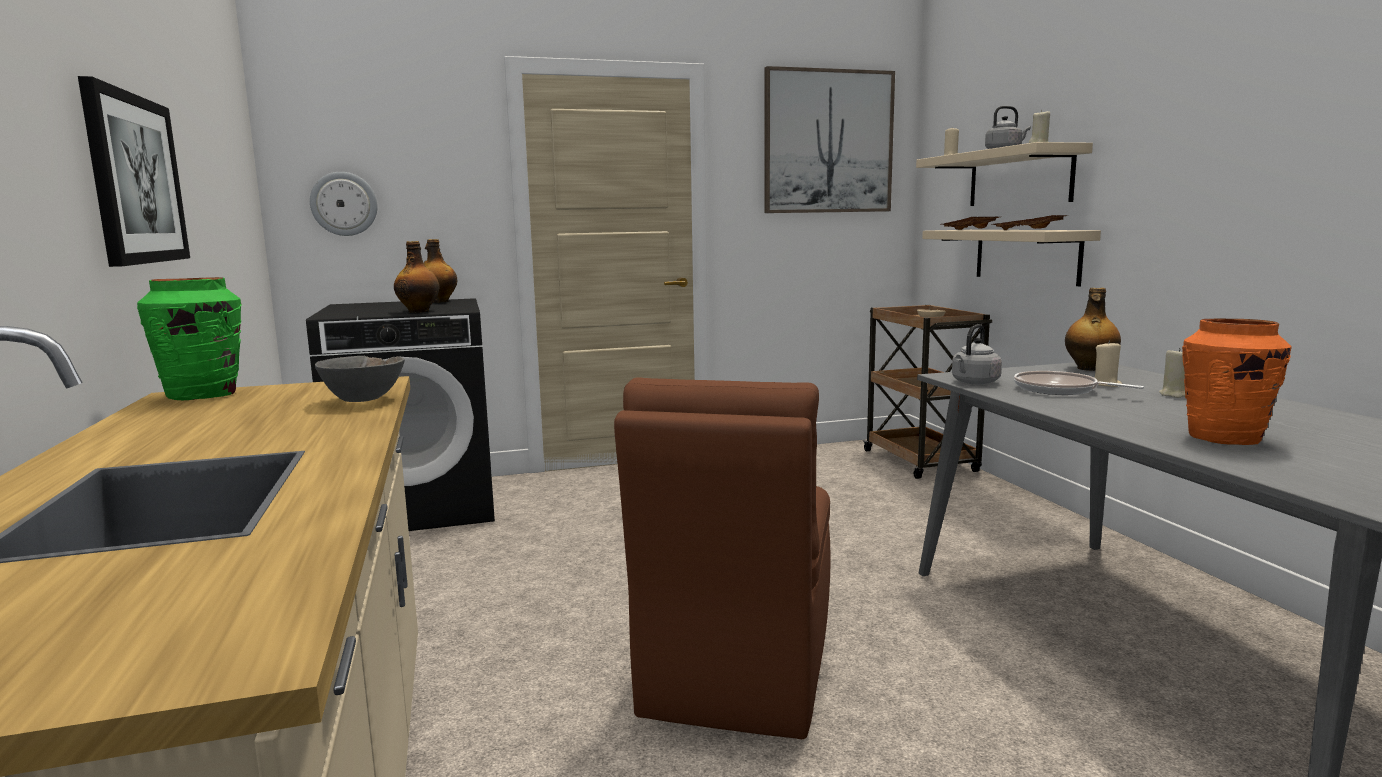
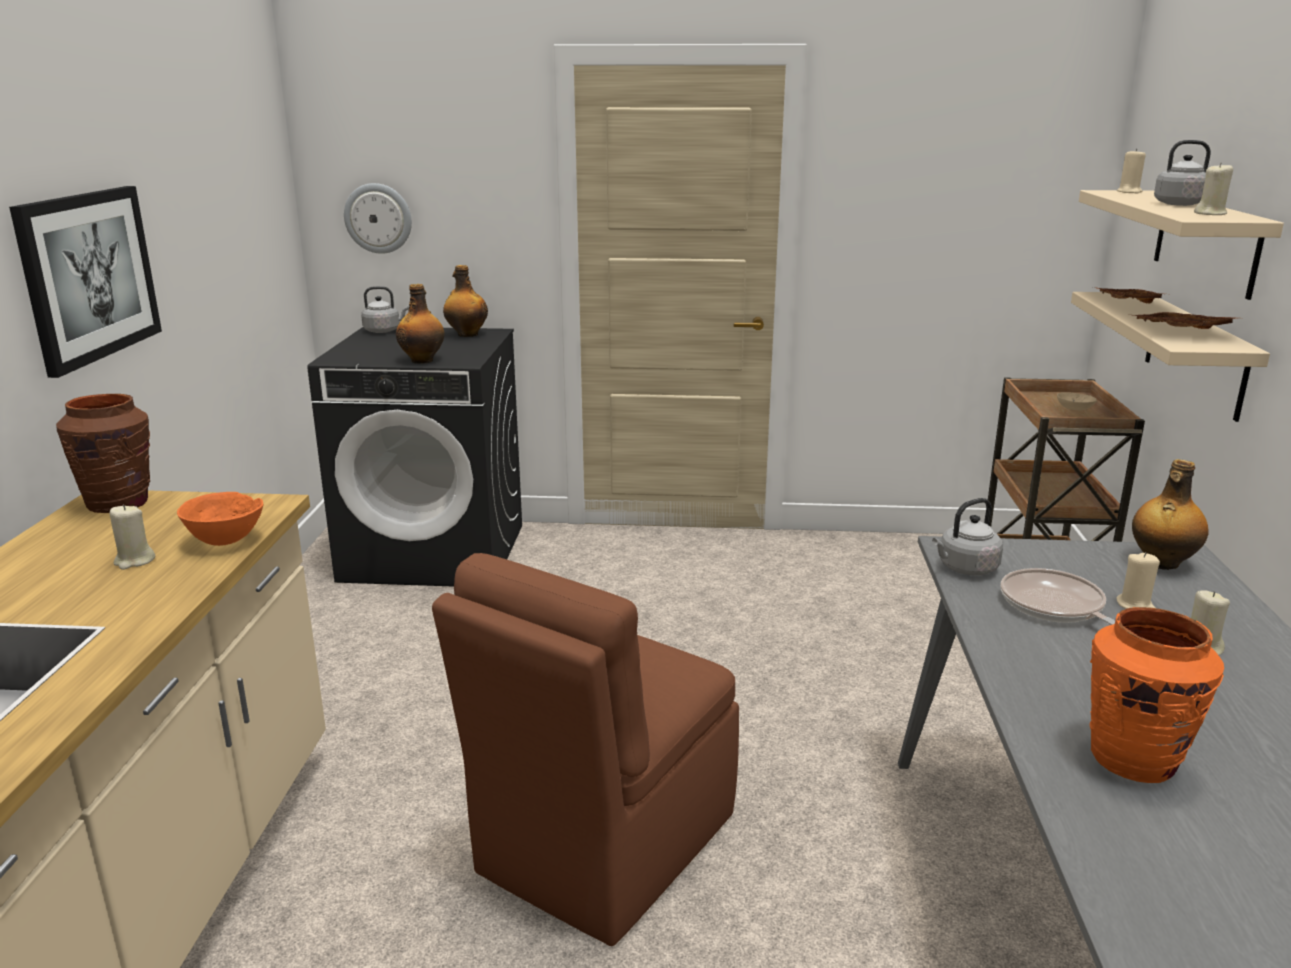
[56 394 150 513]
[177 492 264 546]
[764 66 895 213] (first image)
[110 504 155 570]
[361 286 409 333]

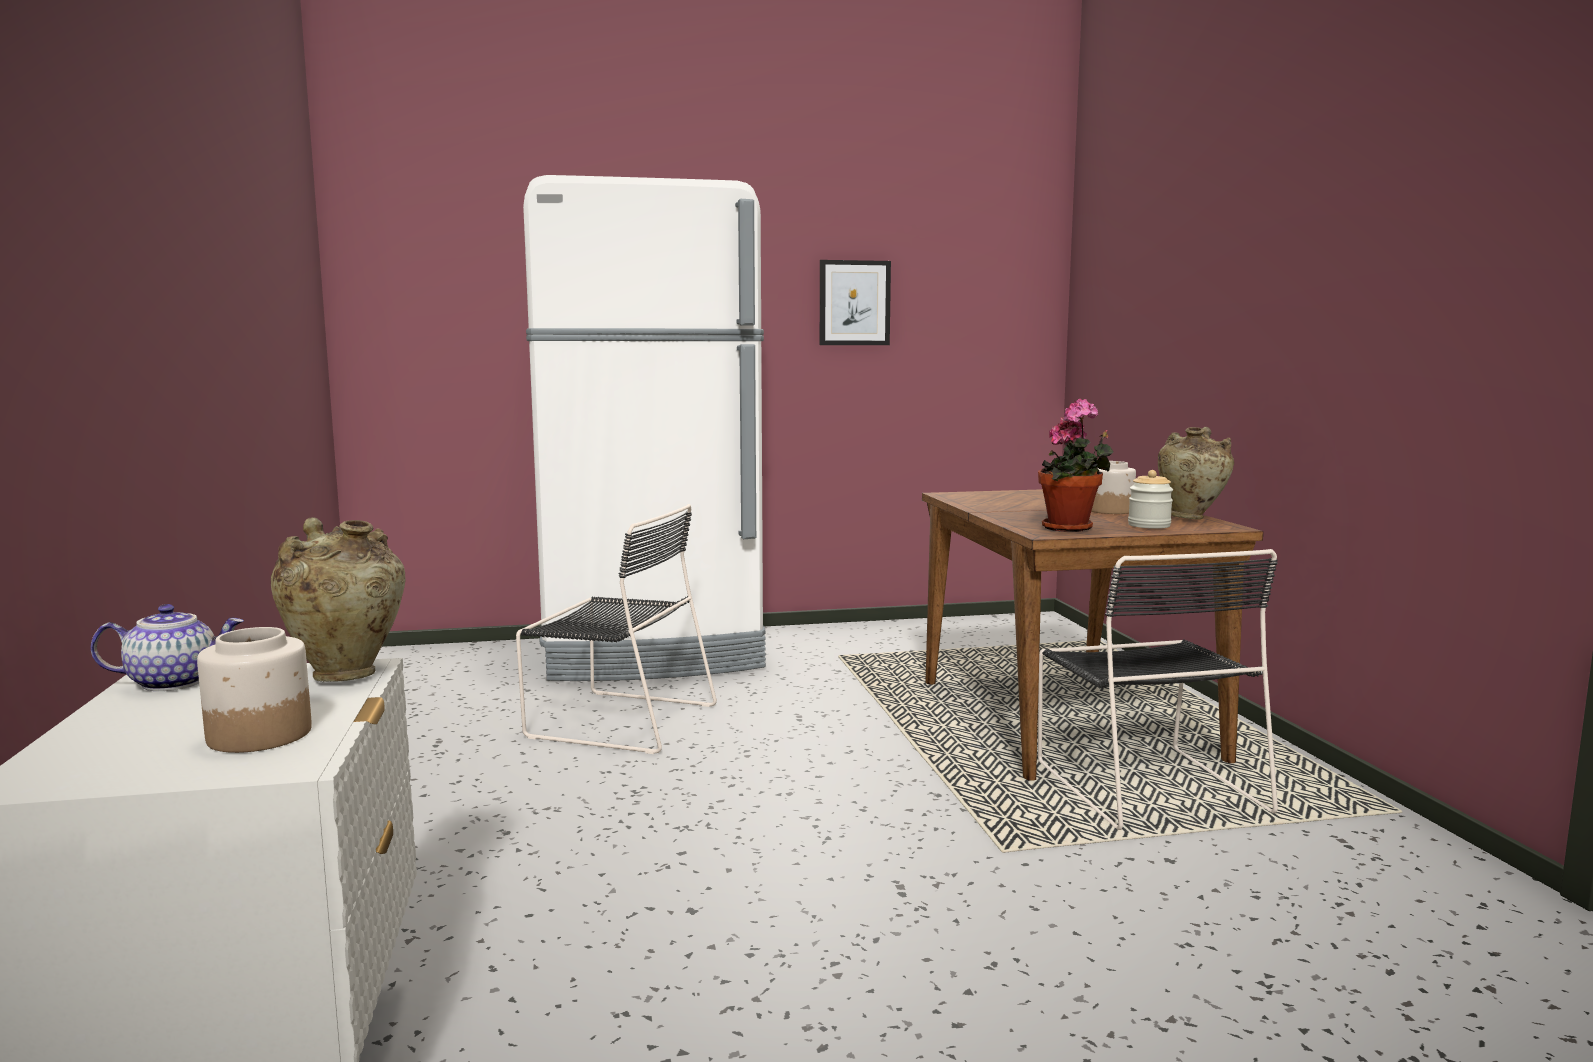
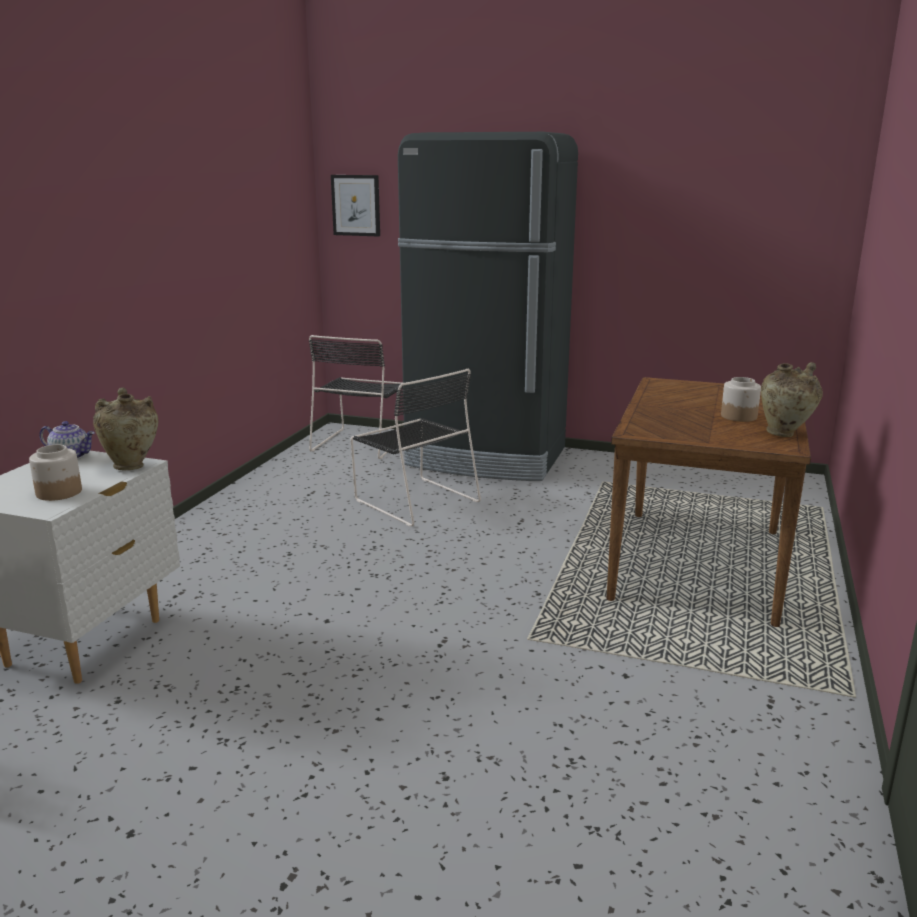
[398 132 578 481]
[331 175 380 237]
[1038 399 1113 532] (first image)
[309 335 403 459]
[1128 470 1173 529] (first image)

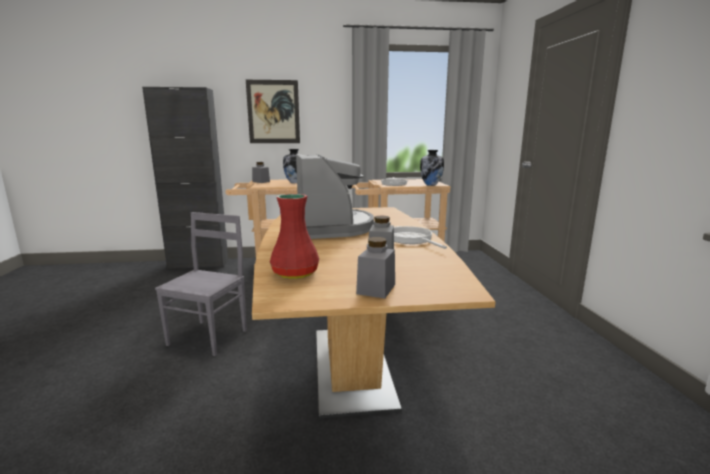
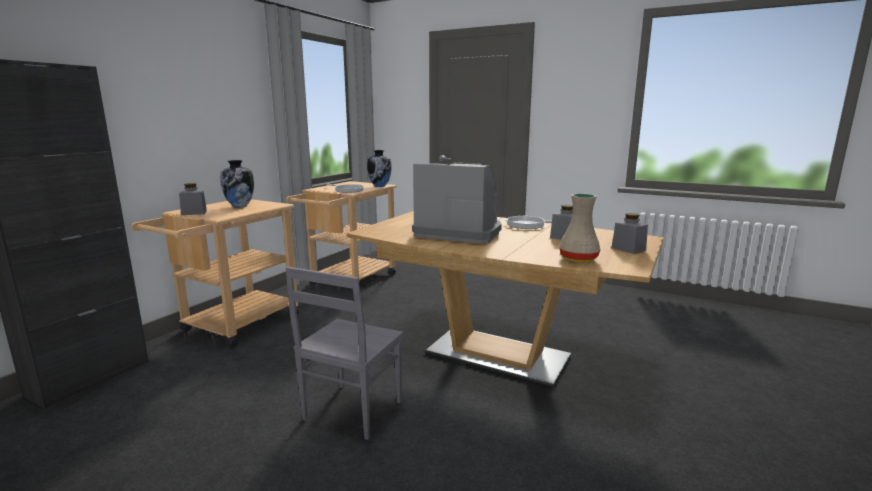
[285 267 403 440]
[246 80 300 143] (first image)
[559 193 600 262]

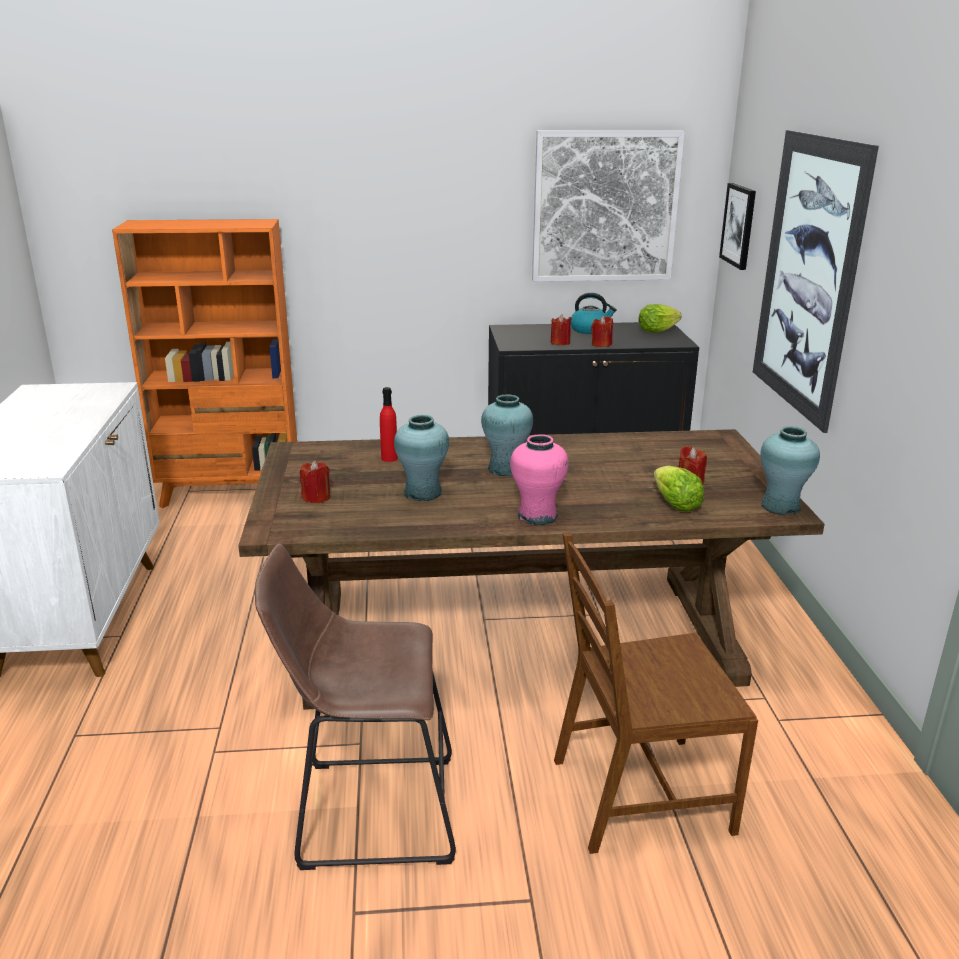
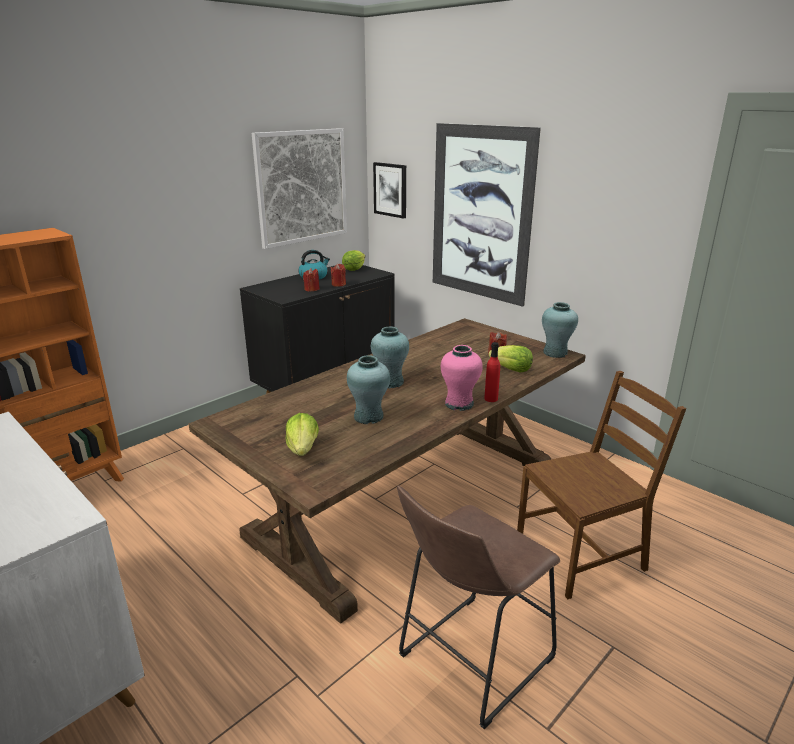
[286 413 319 456]
[484 342 500 402]
[517 371 686 599]

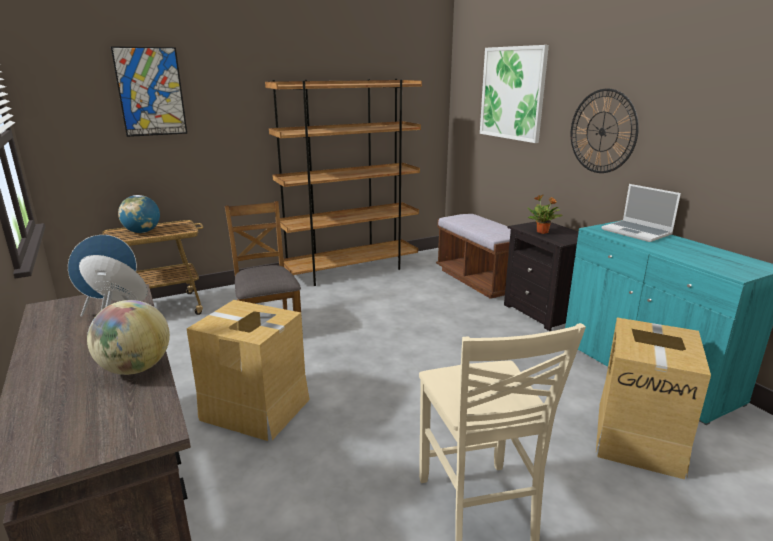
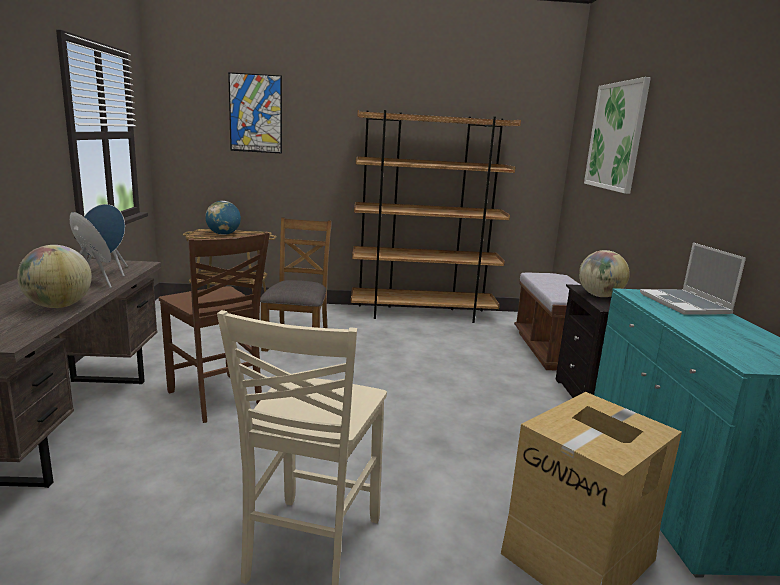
[159 232 270 423]
[579 250 630 297]
[571 89 639 173] (first image)

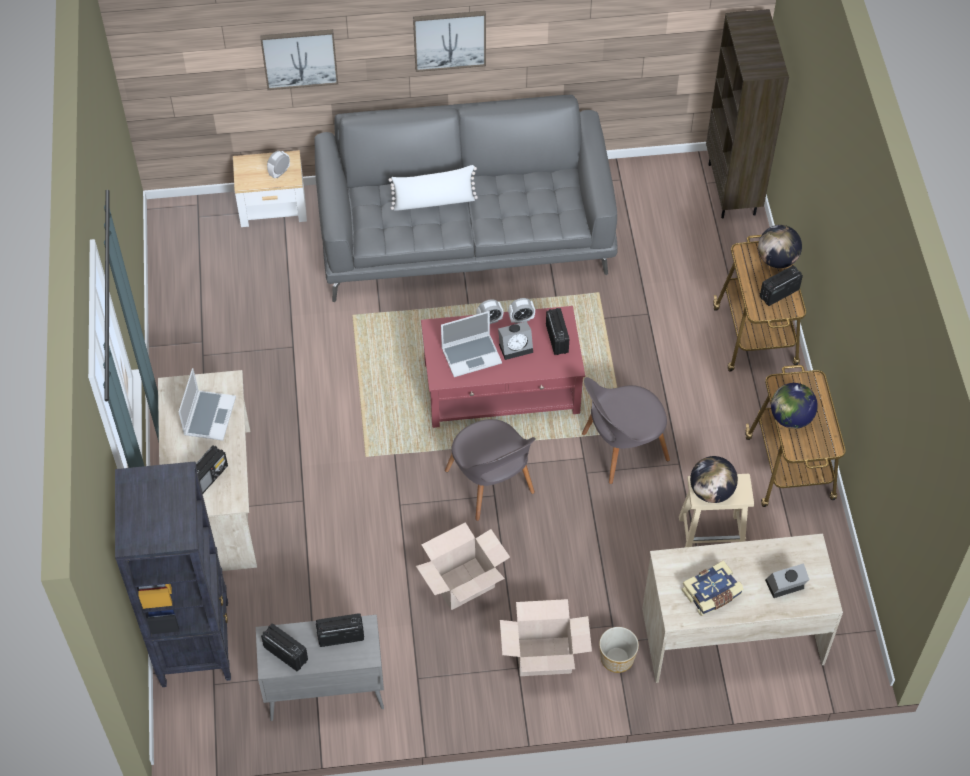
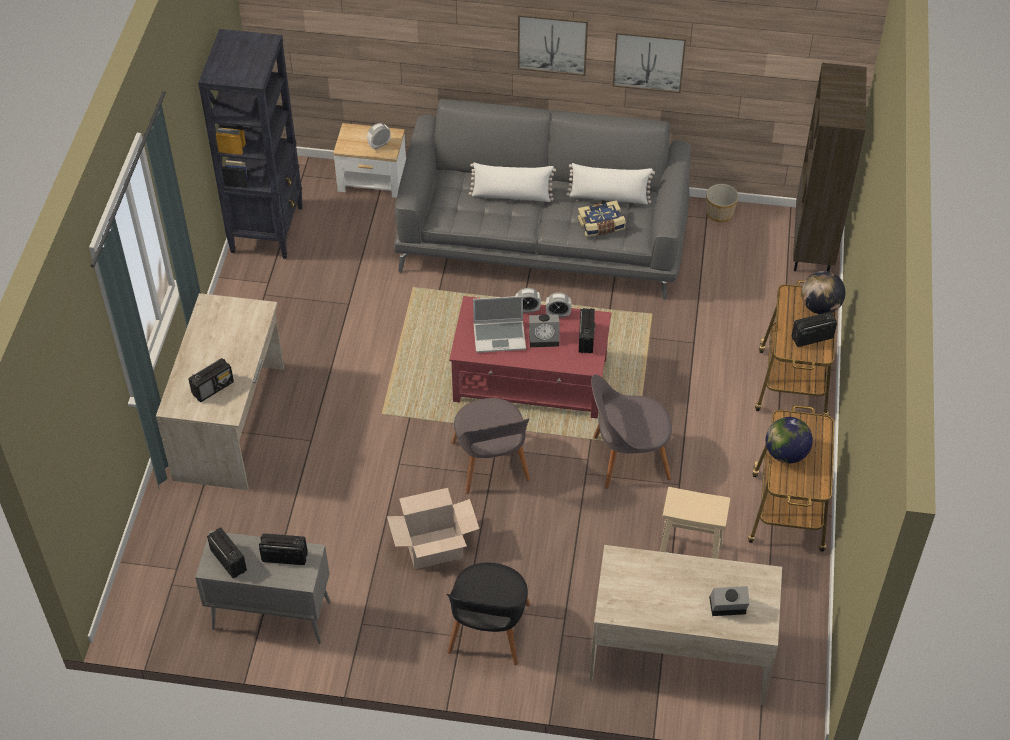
[198 29 303 259]
[179 368 236 441] (first image)
[613 30 686 93]
[447 563 530 665]
[706 184 739 222]
[578 200 626 237]
[690 456 738 503] (first image)
[566 163 655 205]

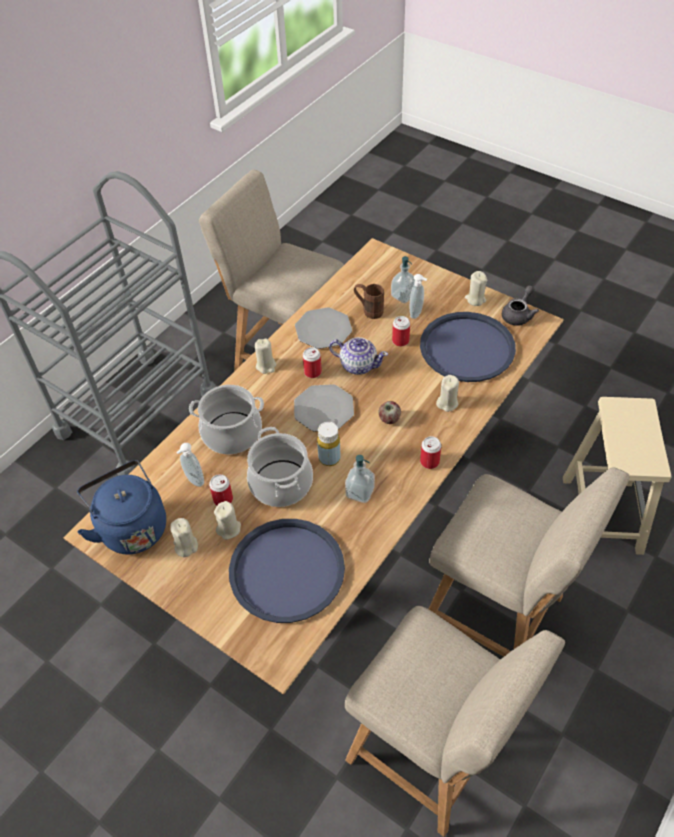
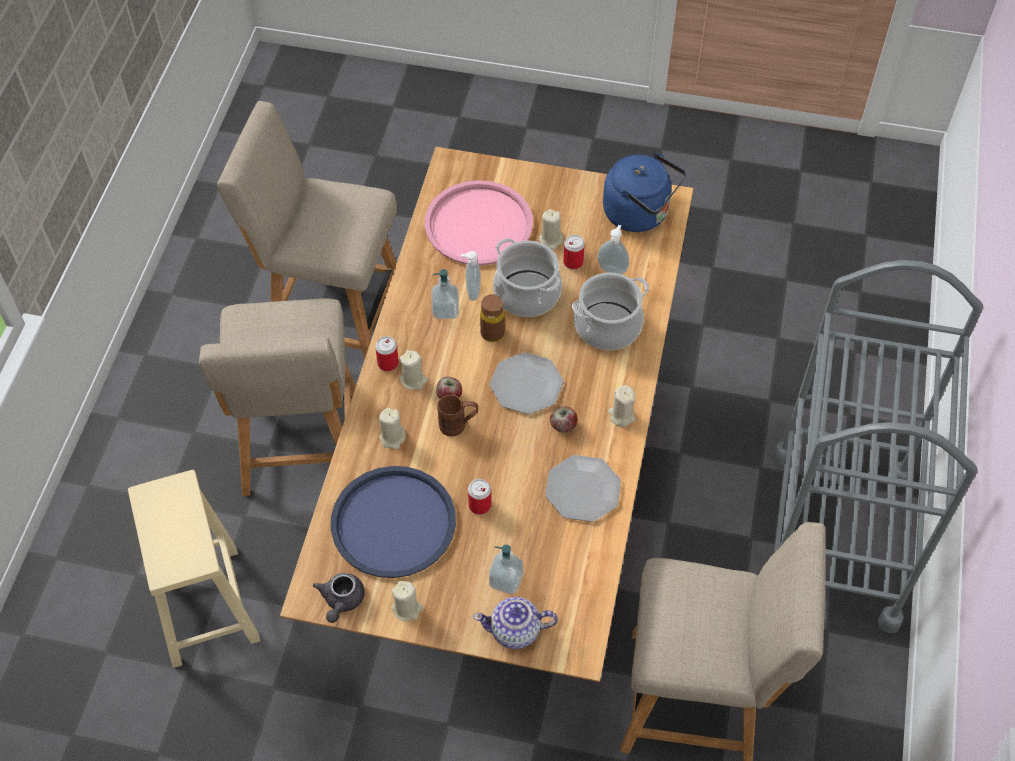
[399 350 428 390]
[425 180 533 265]
[550 406 578 433]
[480 294 505 342]
[473 597 558 649]
[437 395 478 437]
[461 251 481 301]
[199 298 356 496]

